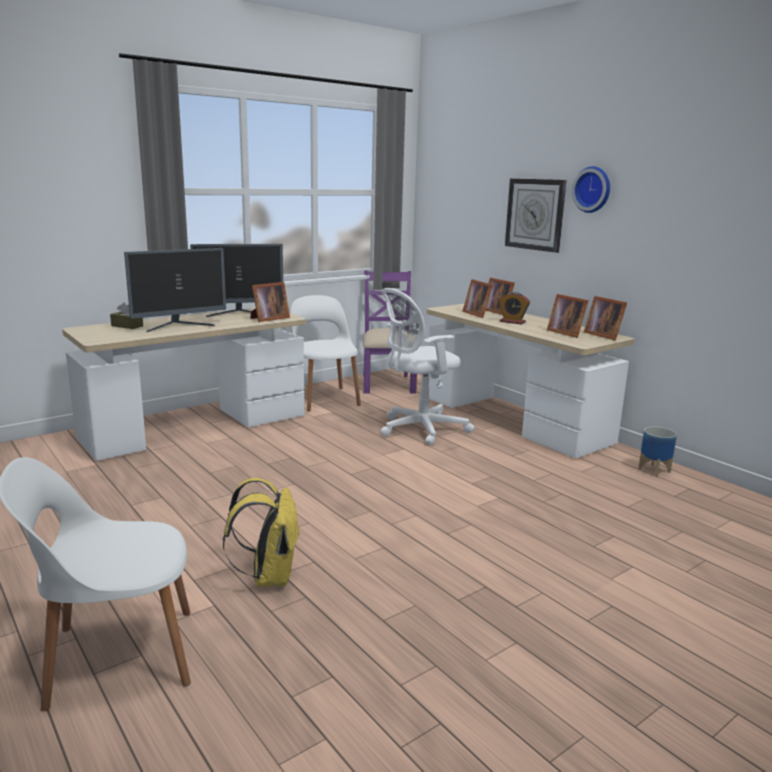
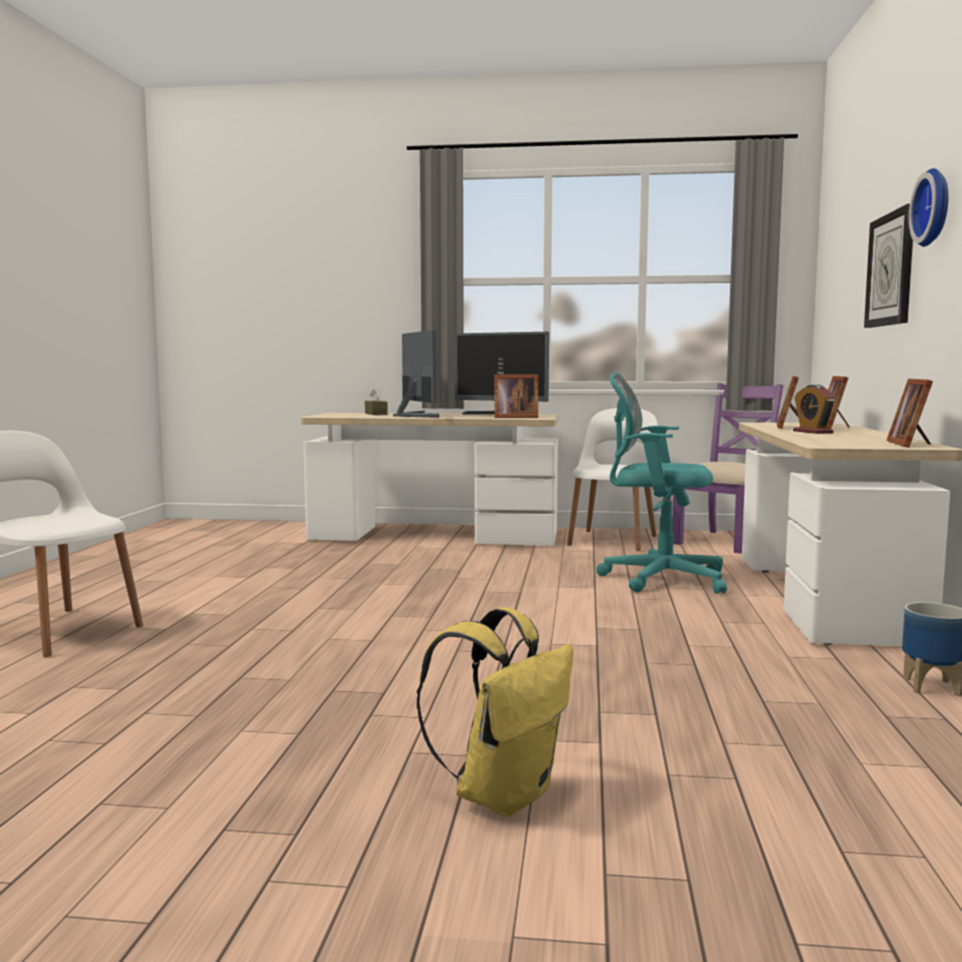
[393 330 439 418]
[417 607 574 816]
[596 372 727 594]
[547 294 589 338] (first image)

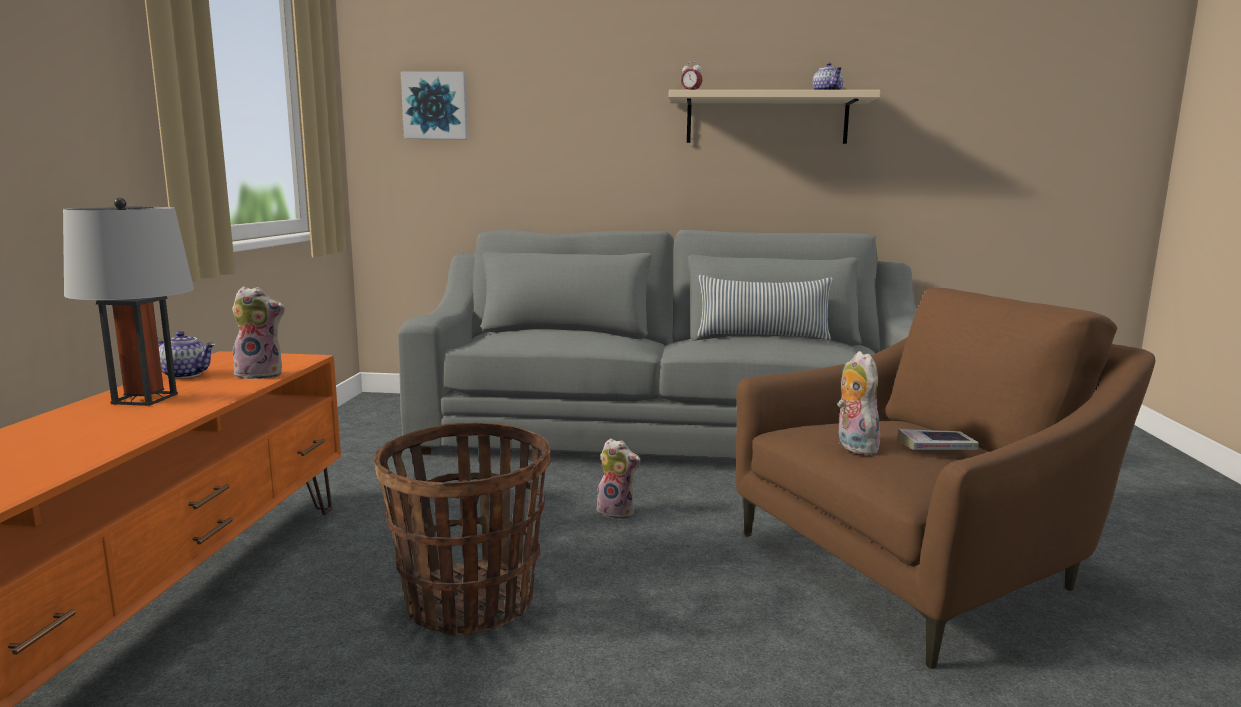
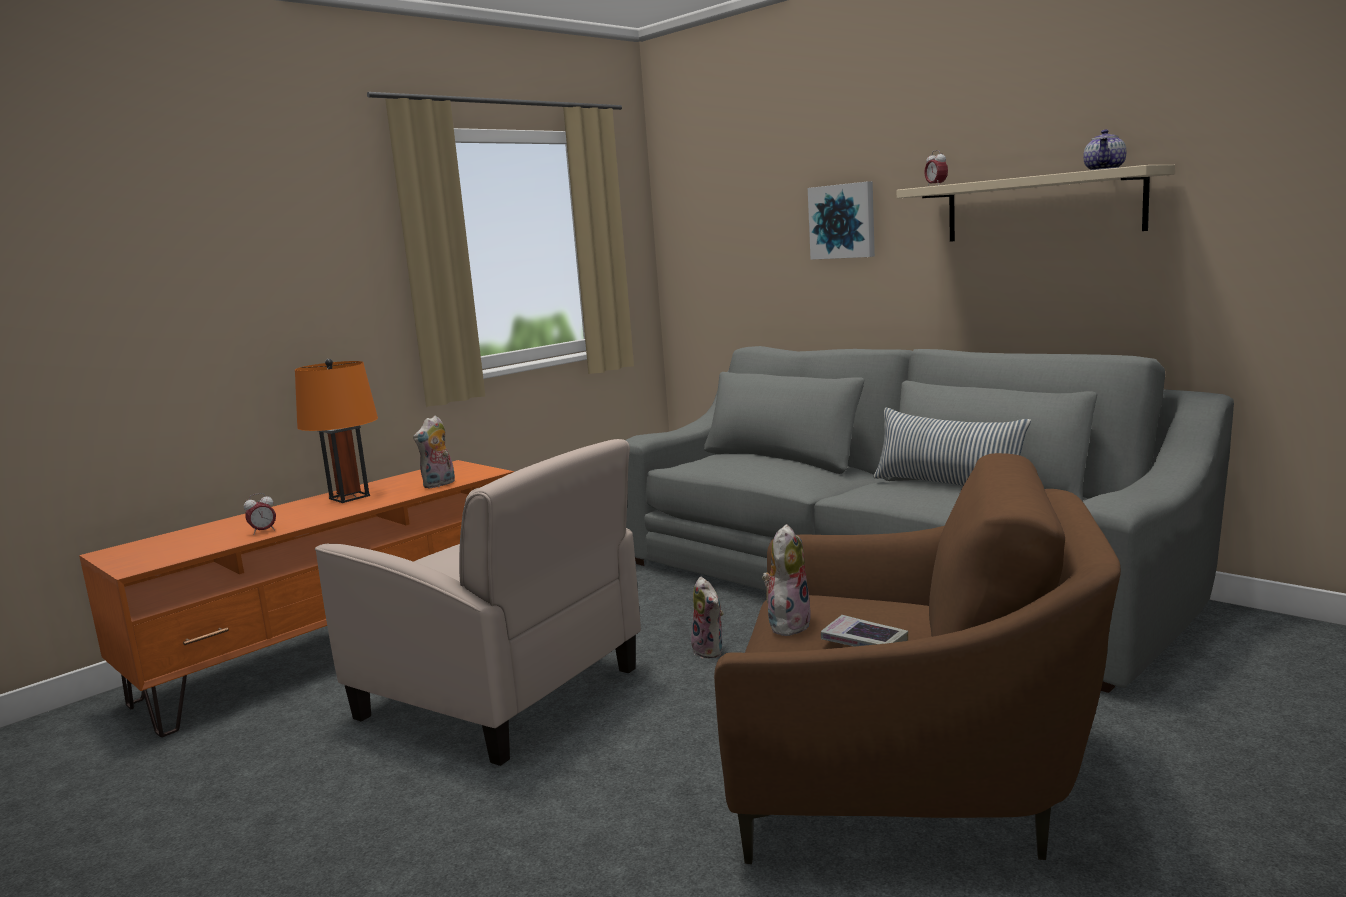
[295 359 378 503]
[158 331 216 379] (first image)
[413 416 455 488]
[315 439 641 766]
[808 181 875 260]
[244 493 276 535]

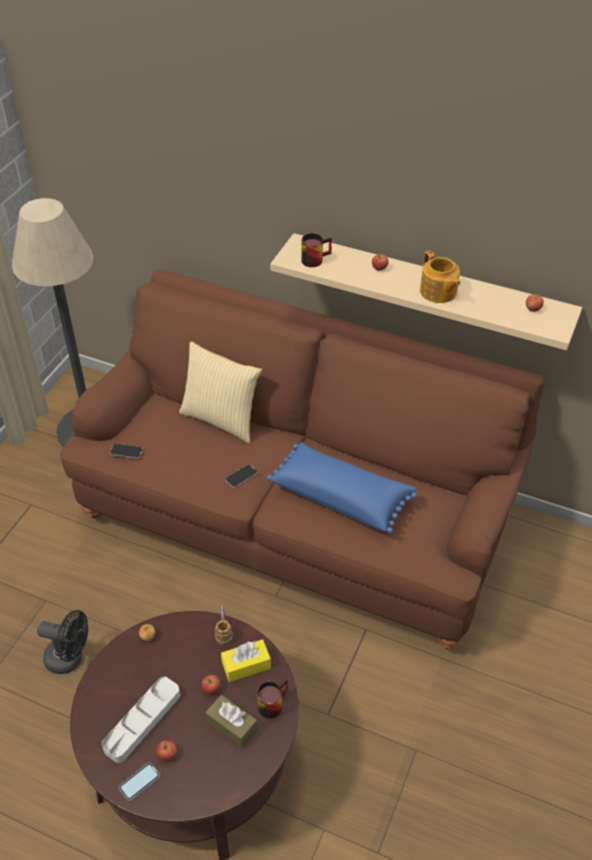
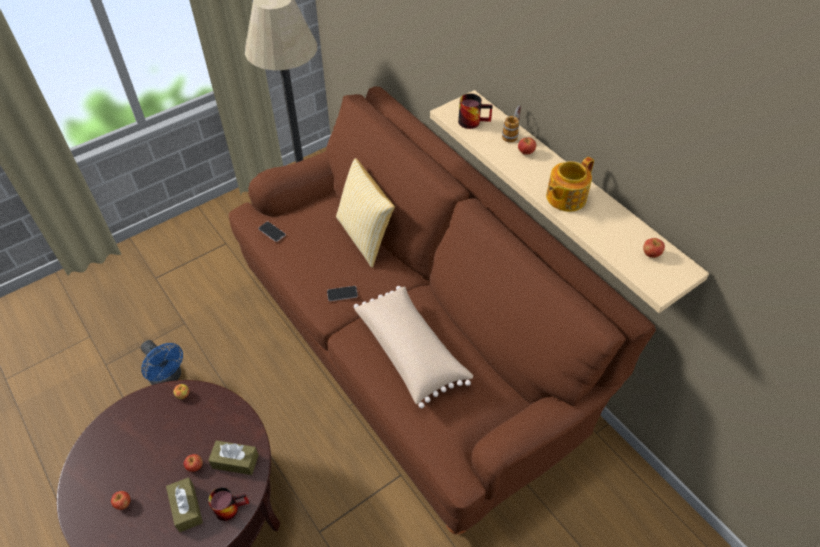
[141 340 183 385]
[102 677 180 763] (first image)
[119 763 160 801] (first image)
[502 105 521 143]
[208 440 259 475]
[354 286 473 408]
[546 157 594 212]

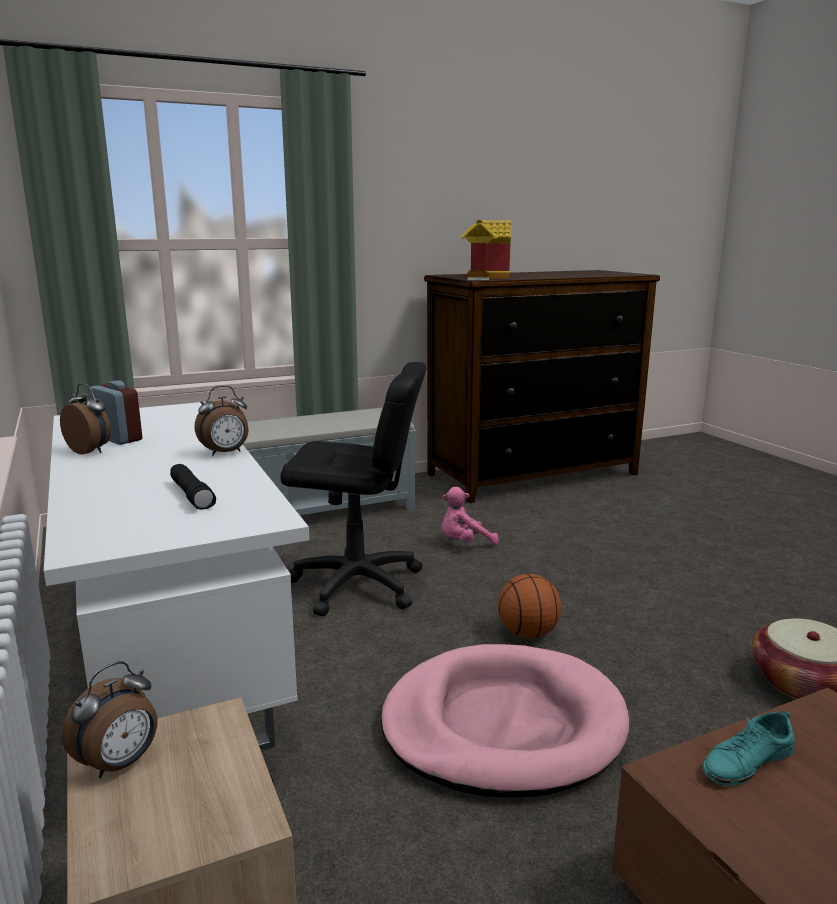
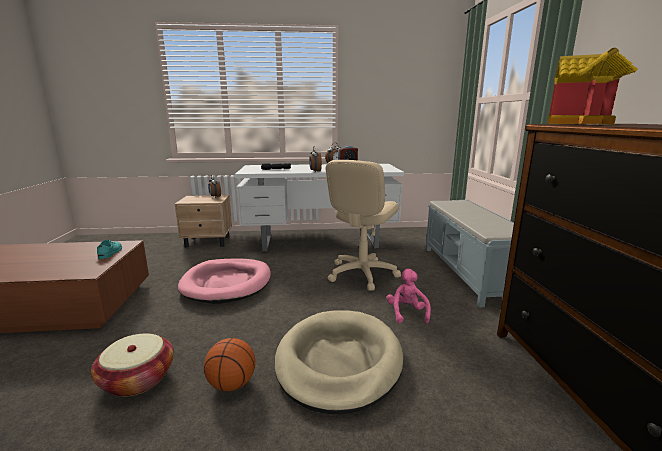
[326 160 401 291]
[204 338 255 391]
[275 310 403 414]

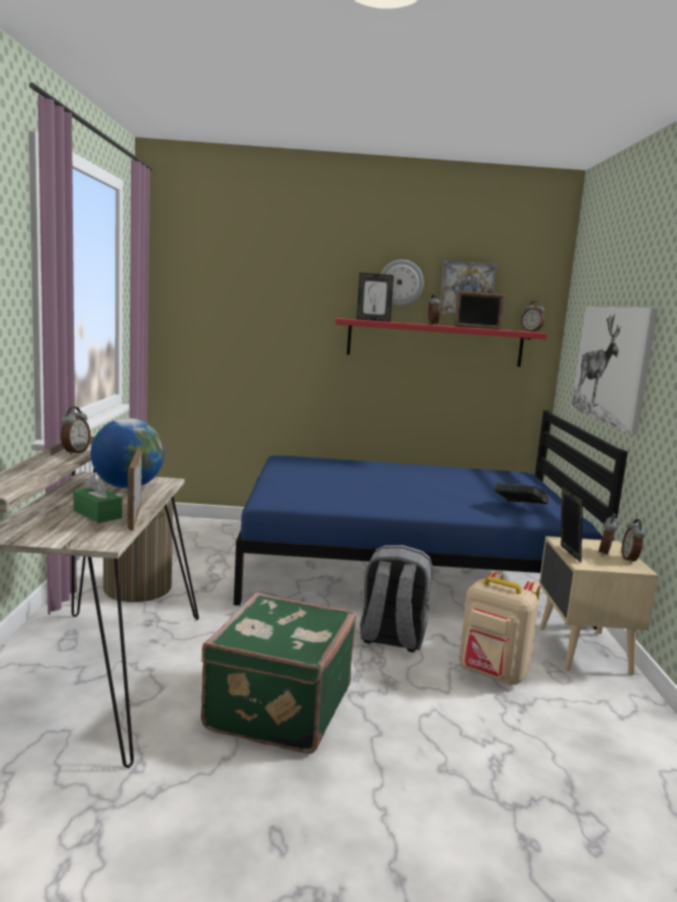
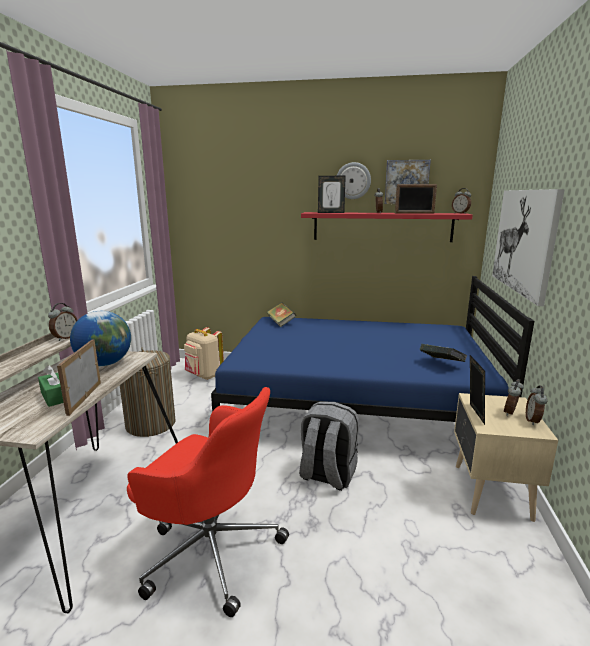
[127 387 289 617]
[184 327 224 380]
[267 302 296 327]

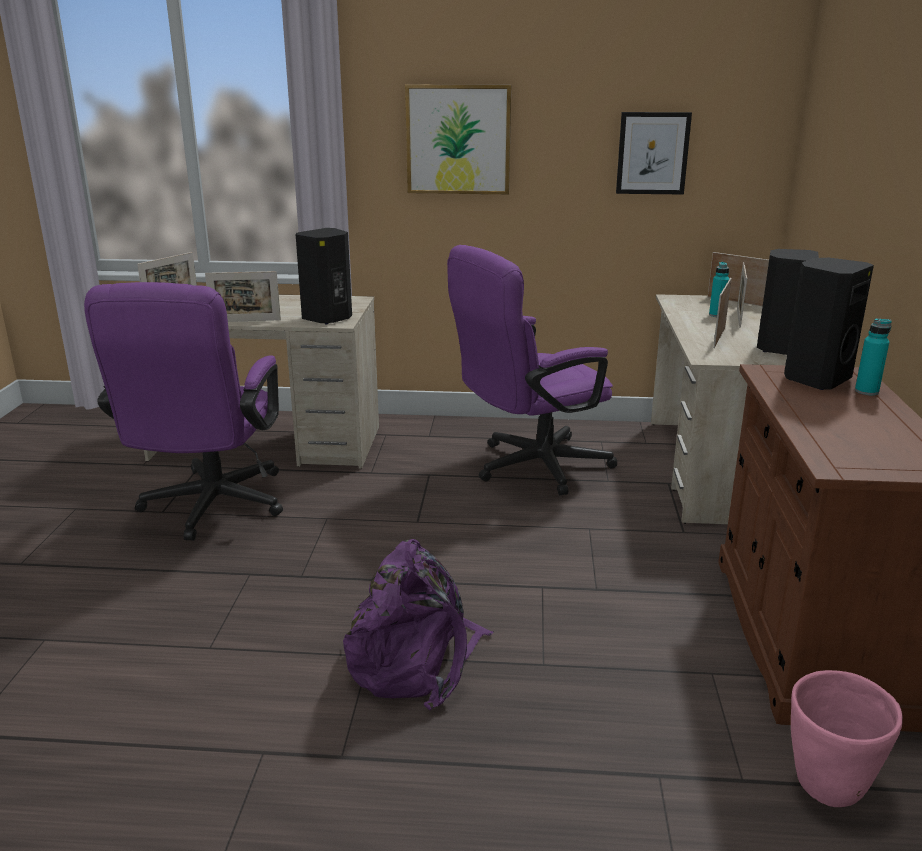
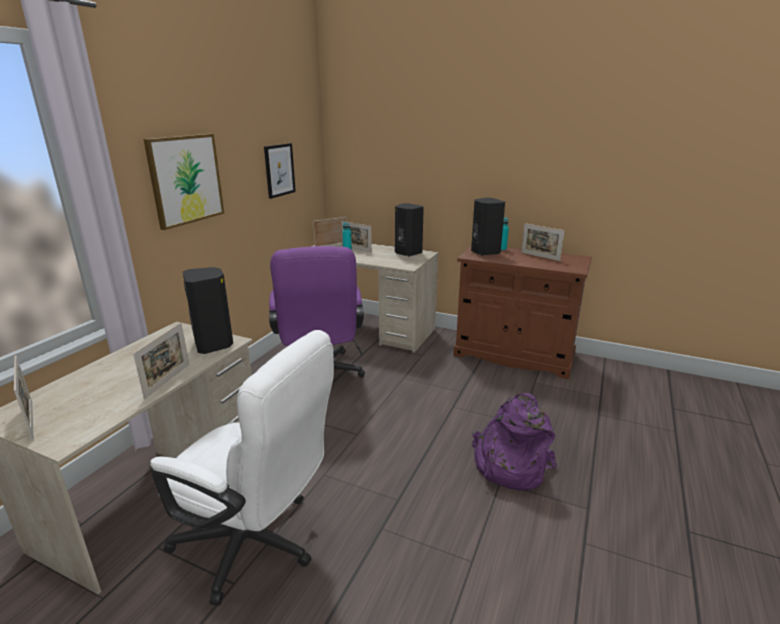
[150 330 334 606]
[521 223 565 261]
[791 670 903 807] (first image)

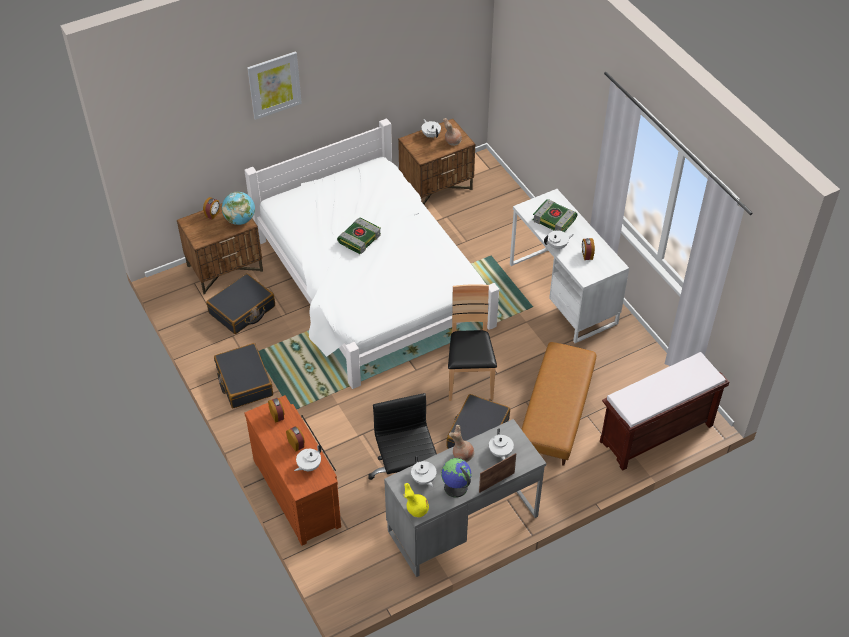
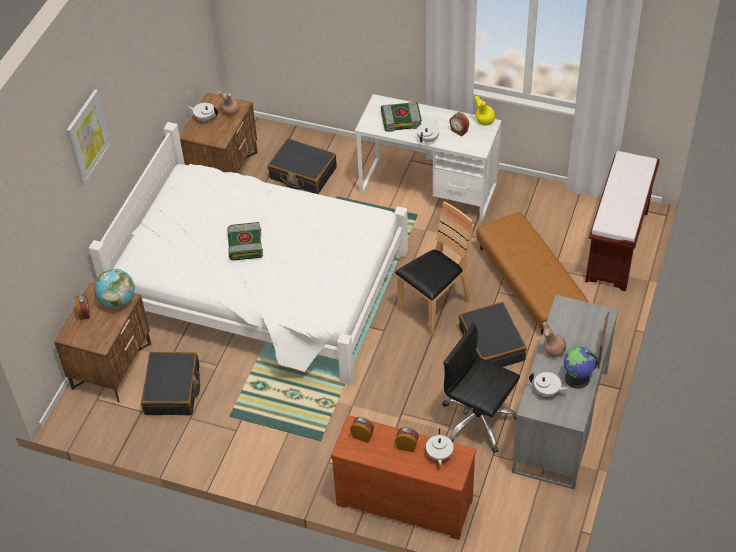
[268 138 337 194]
[474 96 495 126]
[395 201 474 335]
[489 428 514 460] (first image)

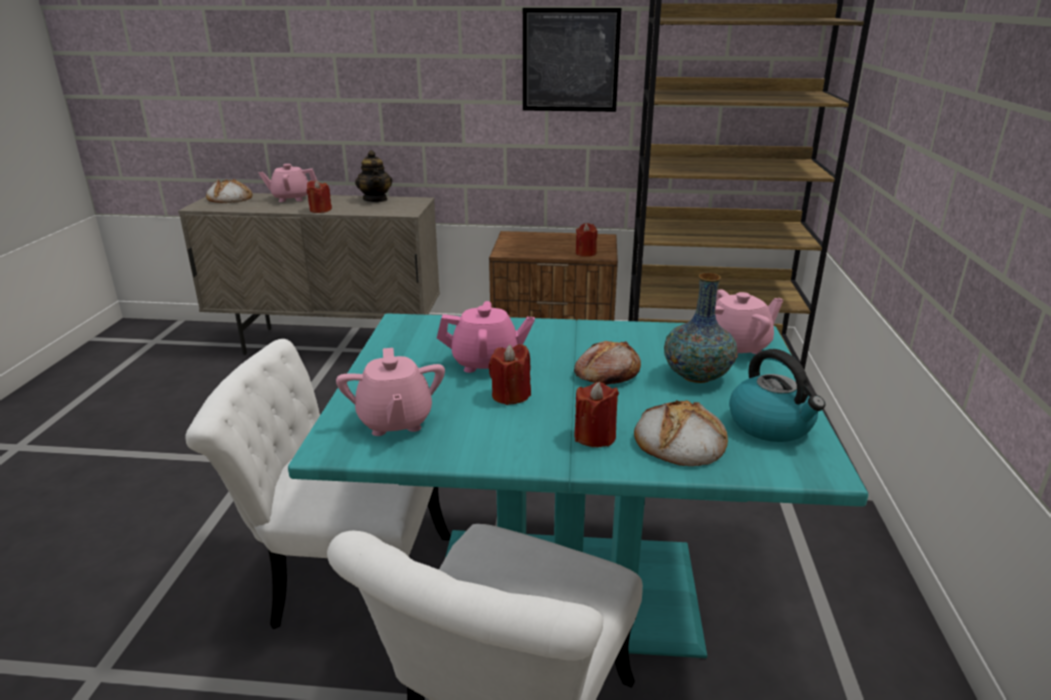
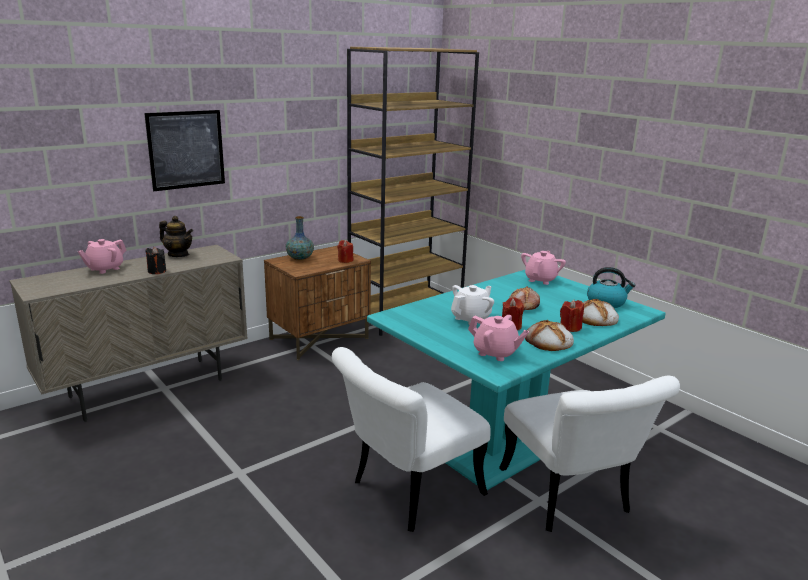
[525 320 574 351]
[145 247 166 274]
[451 285 494 325]
[144 110 225 191]
[286 216 314 260]

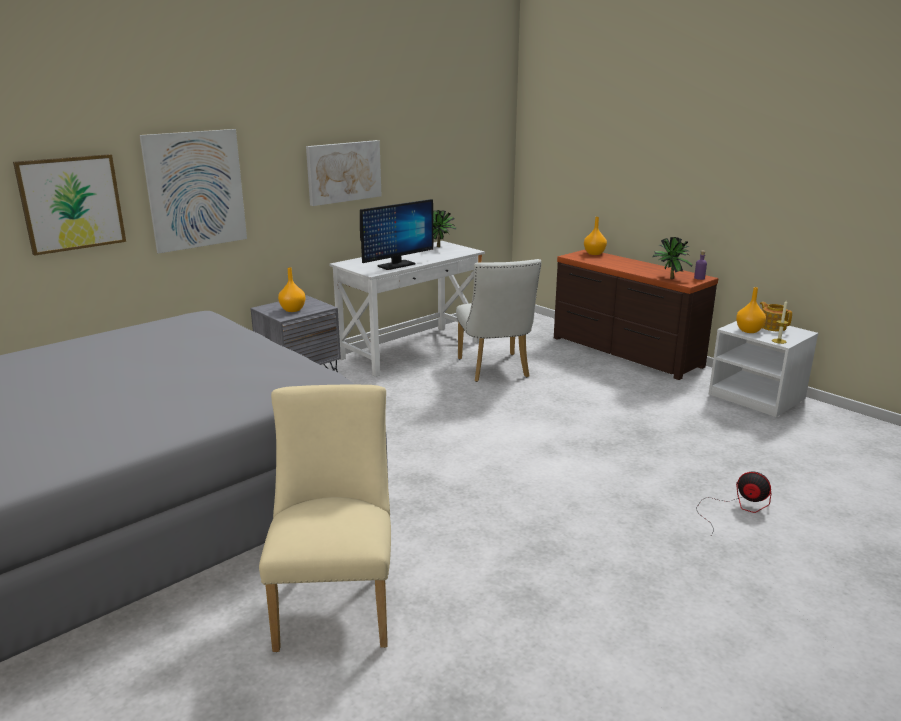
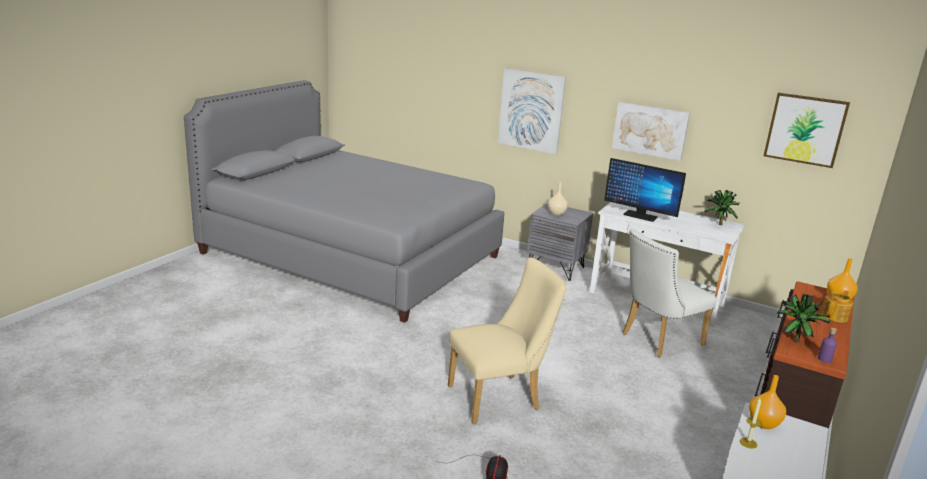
[764 93 850 168]
[448 257 567 424]
[548 182 568 215]
[821 291 853 323]

